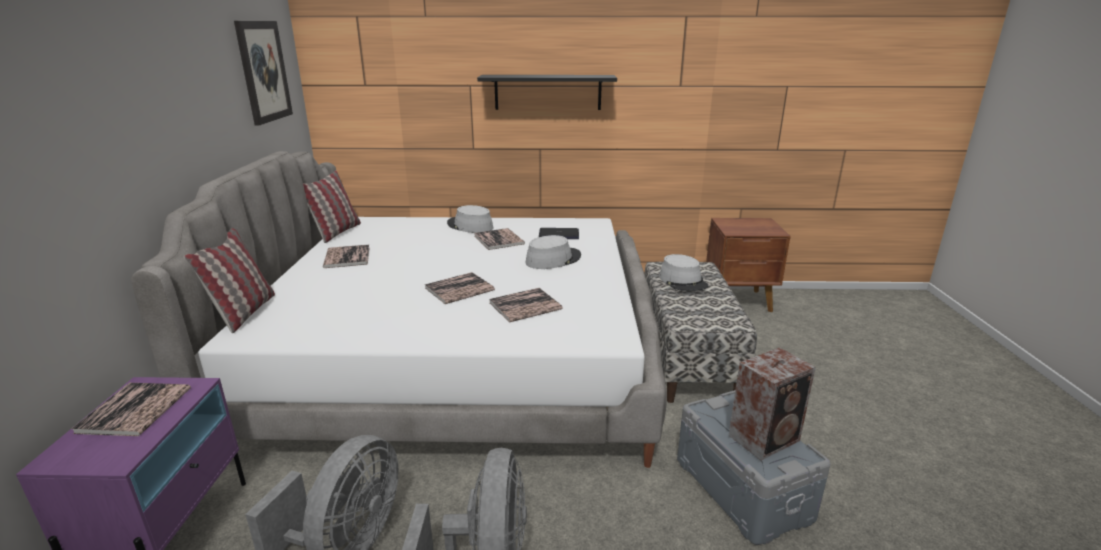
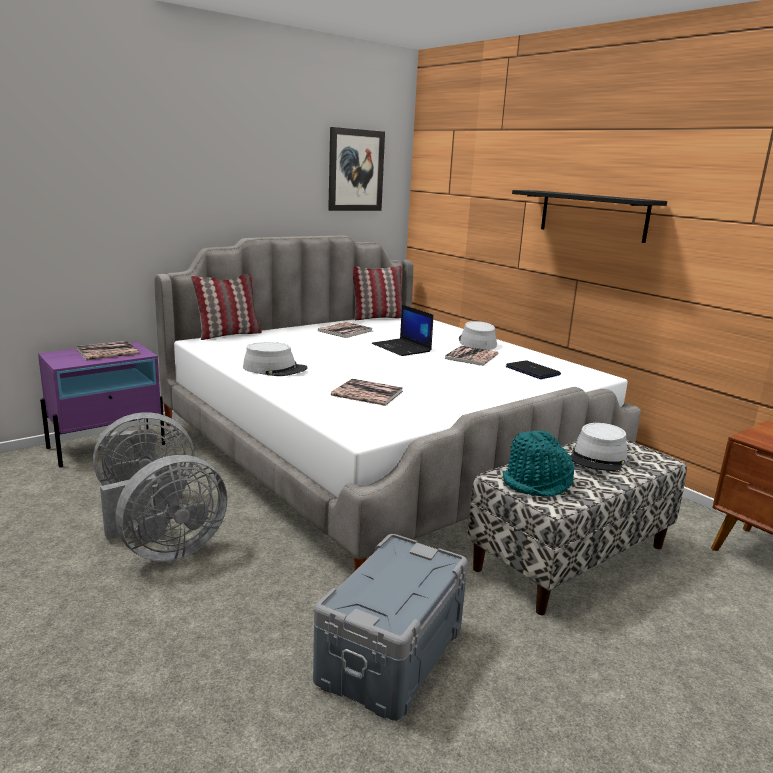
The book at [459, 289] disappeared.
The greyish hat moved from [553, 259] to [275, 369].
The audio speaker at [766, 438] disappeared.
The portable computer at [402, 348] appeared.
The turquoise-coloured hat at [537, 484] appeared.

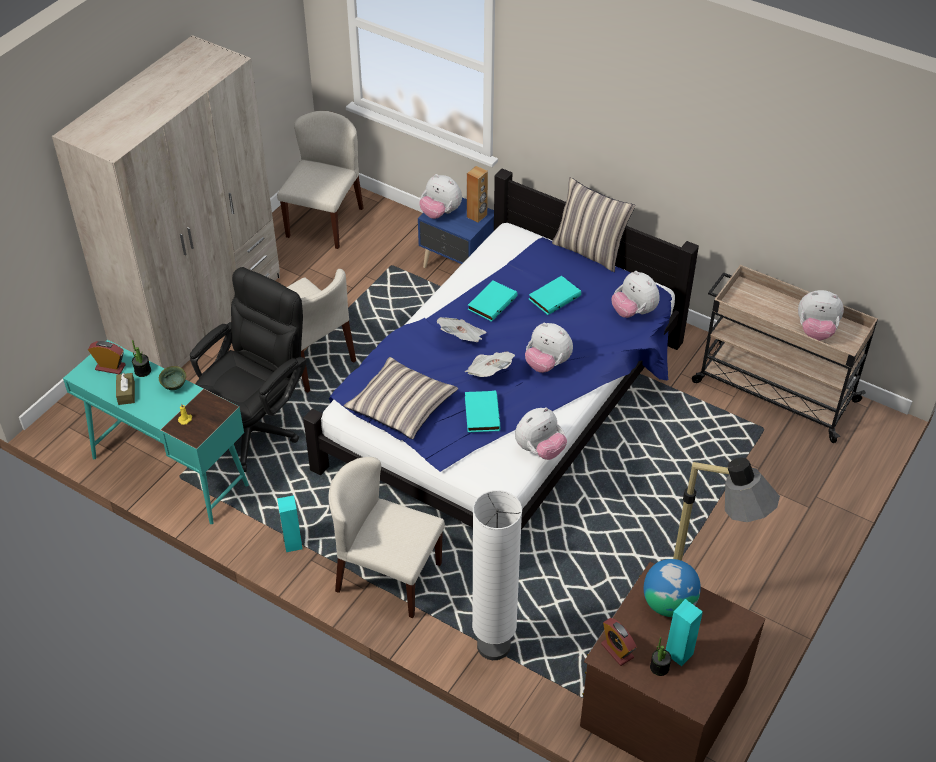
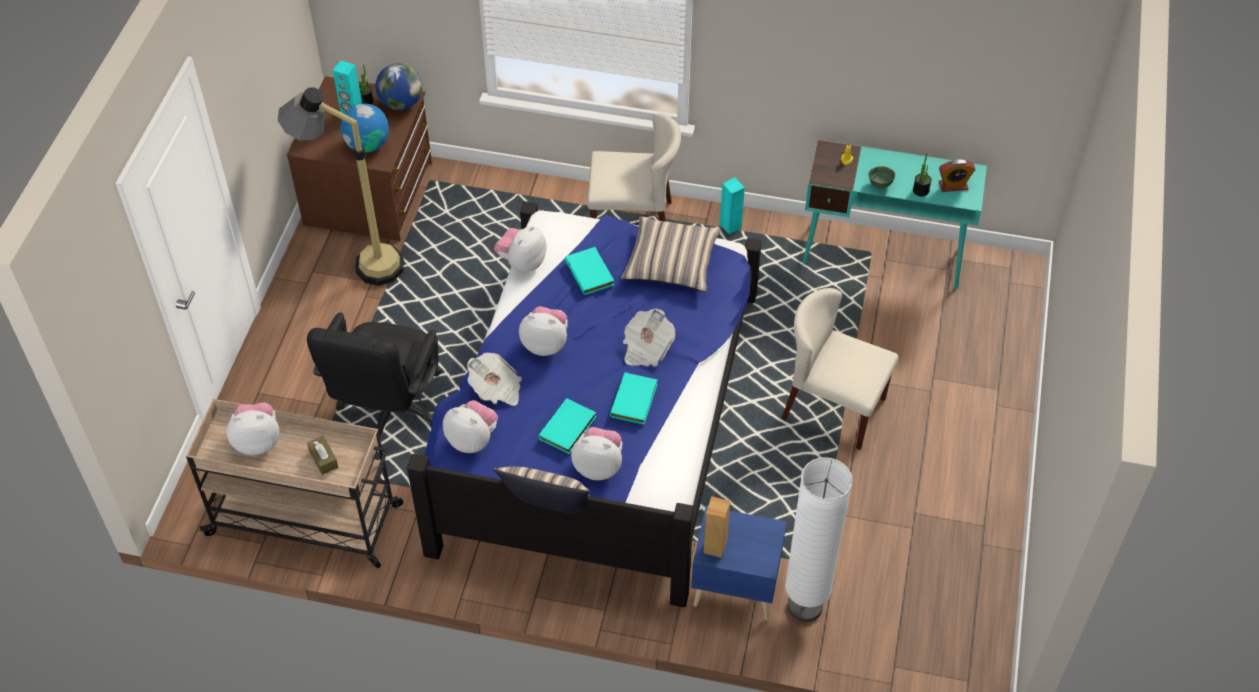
The beige-coloured armoire at [199, 316] disappeared.
The brownish tissue box moved from [126, 393] to [323, 459].
The blackish desk chair moved from [256, 424] to [389, 413].
The beige-coloured chair at [324, 222] disappeared.
The soft toy moved from [440, 213] to [598, 466].
The newspaper moved from [489, 372] to [496, 389].
The white floor lamp moved from [494, 646] to [804, 606].
The bedside clock at [617, 650] was replaced by the desk globe at [401, 103].

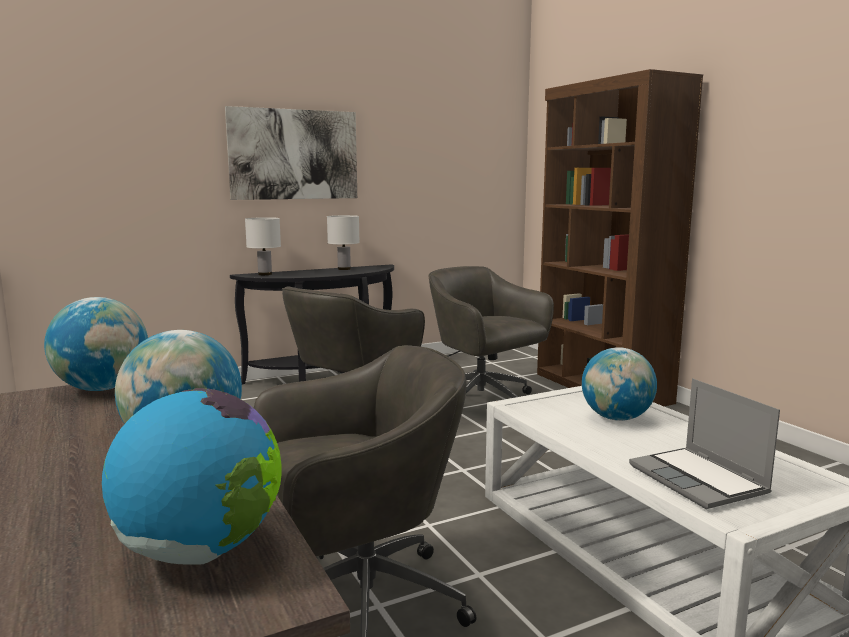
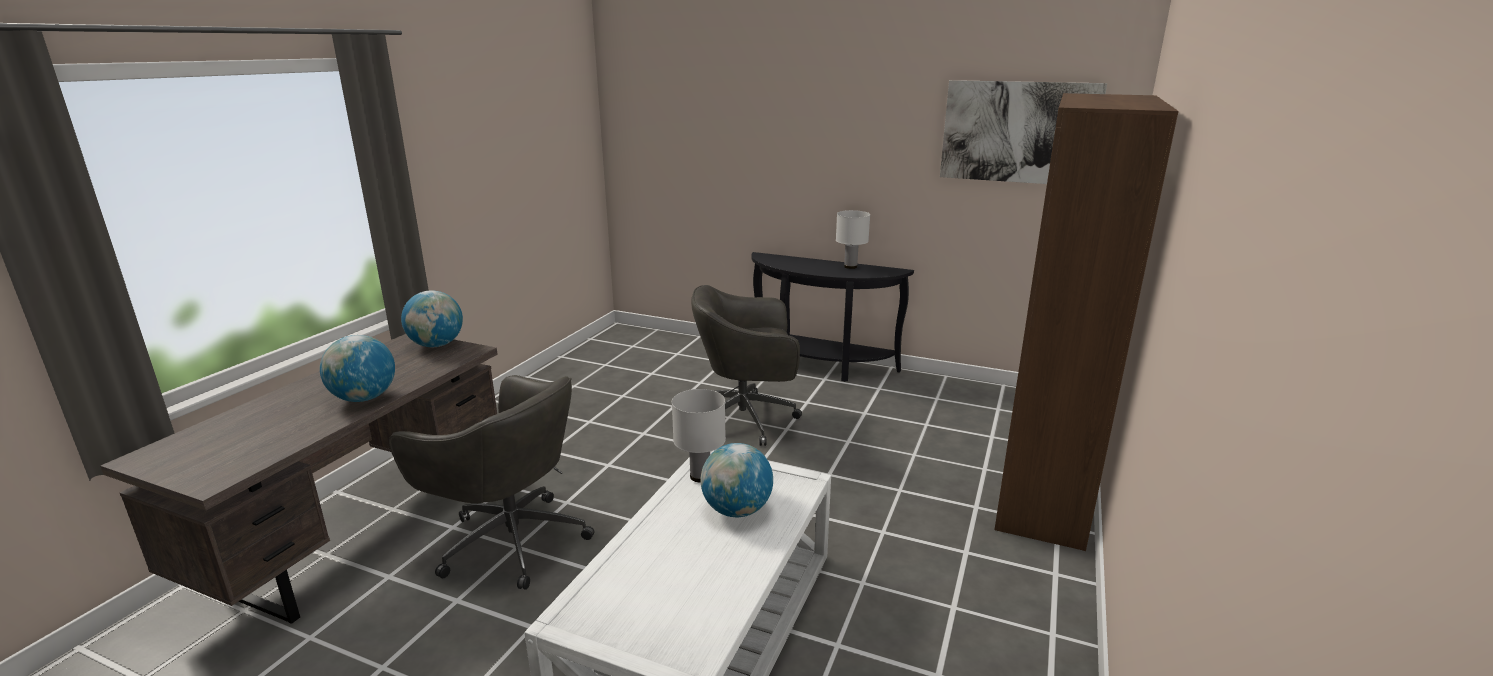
The desk globe at [201, 551] disappeared.
The wall art moved from [294, 154] to [1018, 132].
The white lamp for a table moved from [264, 274] to [700, 476].
The greyish desk chair at [483, 401] disappeared.
The portable computer at [699, 480] disappeared.

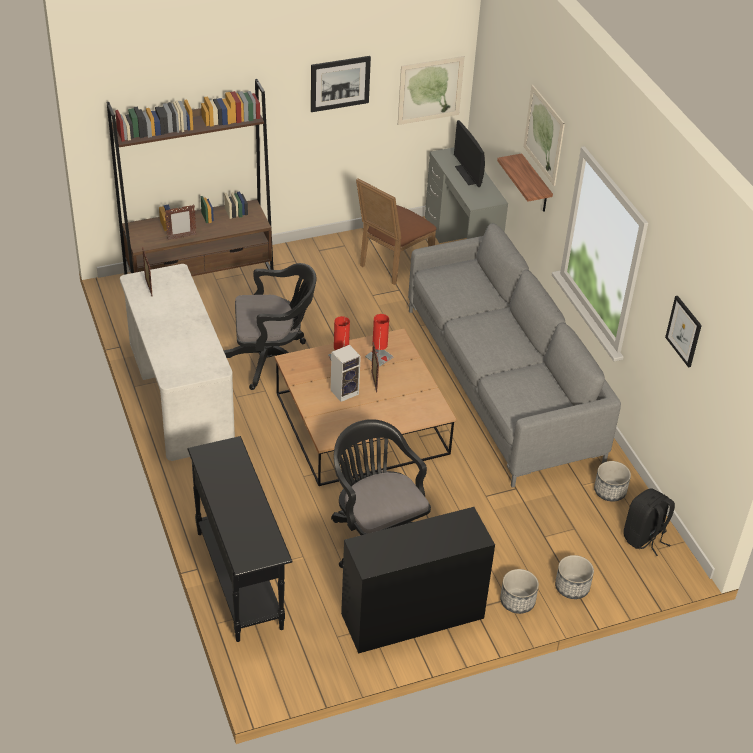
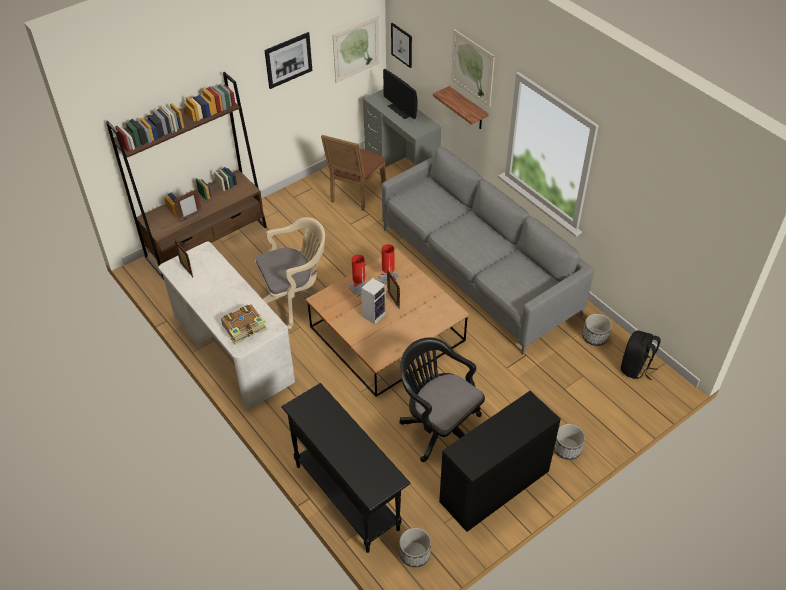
The blackish desk chair at [272, 360] became the beige-coloured desk chair at [295, 299].
The flower pot moved from [572, 587] to [414, 554].
The wall art moved from [684, 331] to [402, 45].
The book at [245, 328] appeared.

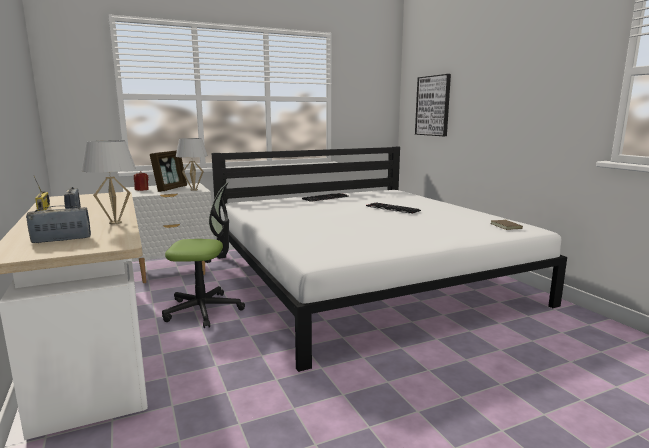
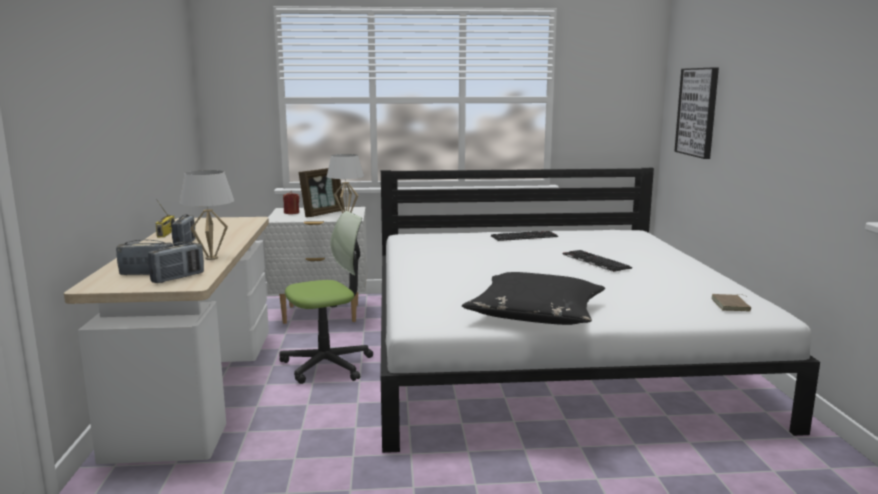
The desk chair at [204, 310] turned 45 degrees counterclockwise.
The radio receiver at [178, 278] appeared.
The blackish cushion at [536, 314] appeared.

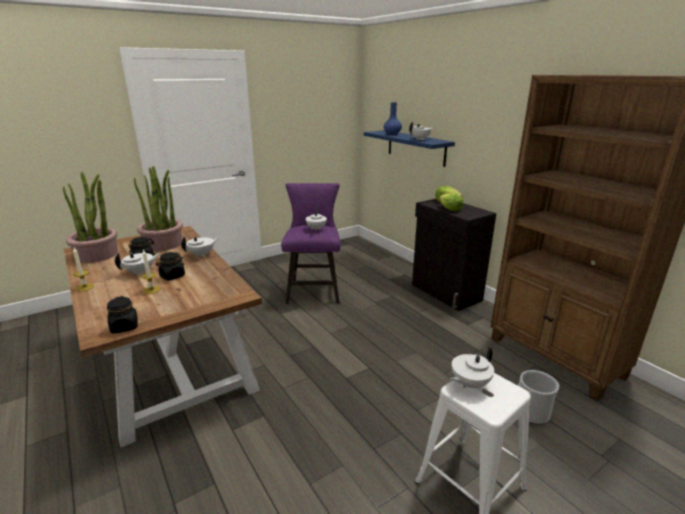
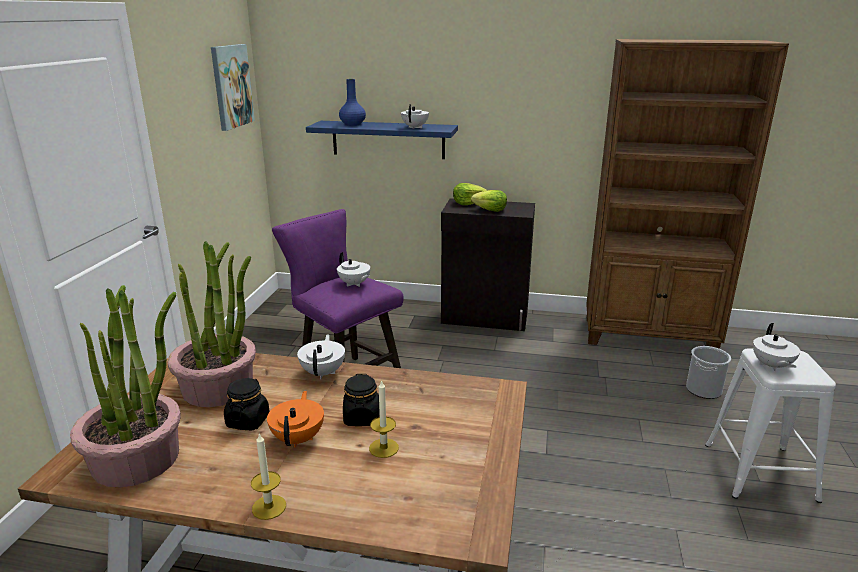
The blackish storage jar at [124, 327] disappeared.
The white pot for tea at [141, 272] became the orange-coloured pot for tea at [298, 438].
The wall art at [231, 86] appeared.

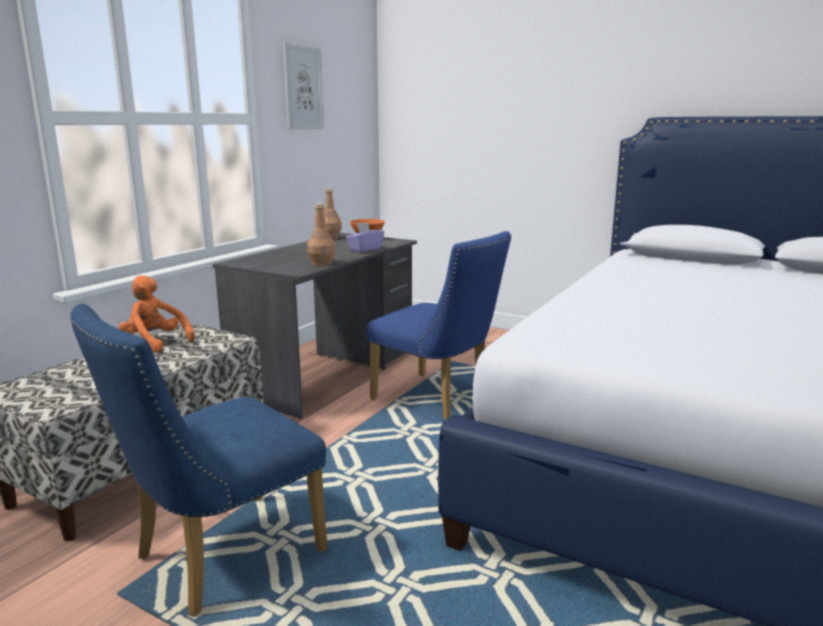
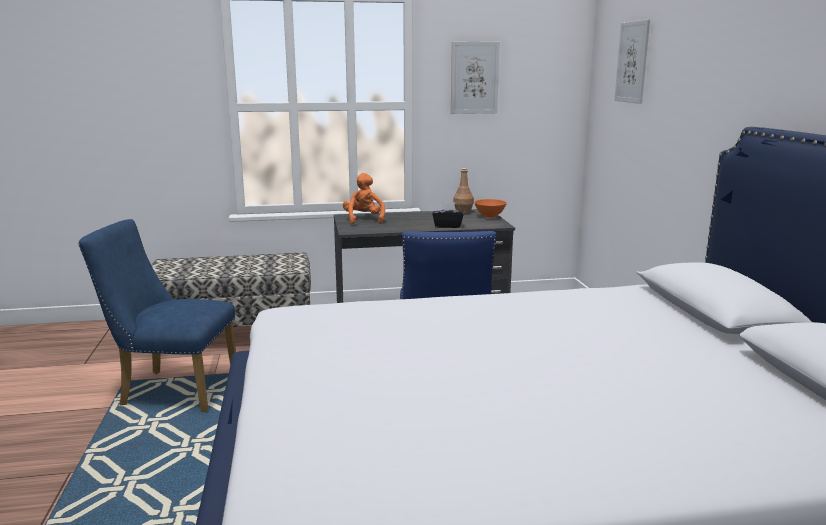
The orange-coloured soft toy moved from [155, 343] to [364, 220].
The brownish drink bottle at [321, 263] disappeared.
The purplish tissue box at [365, 249] became the blackish tissue box at [447, 226].
The wall art at [632, 62] appeared.

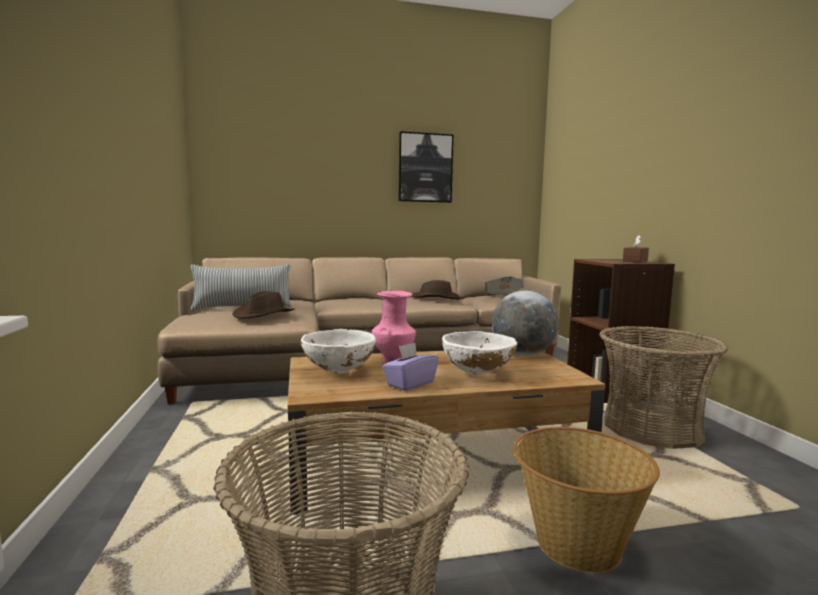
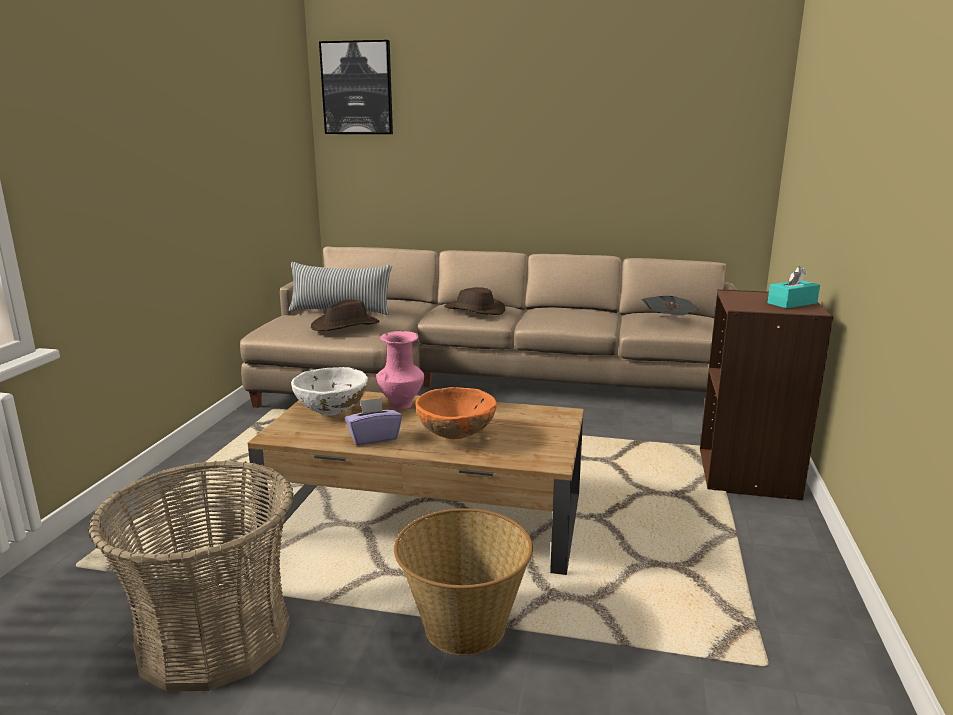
The wall art moved from [425, 168] to [357, 88].
The brownish hat moved from [435, 298] to [474, 310].
The white serving bowl at [477, 374] became the orange-coloured serving bowl at [456, 437].
The desk globe at [522, 354] disappeared.
The basket at [651, 429] disappeared.
The brownish tissue box at [635, 261] became the turquoise-coloured tissue box at [792, 303].

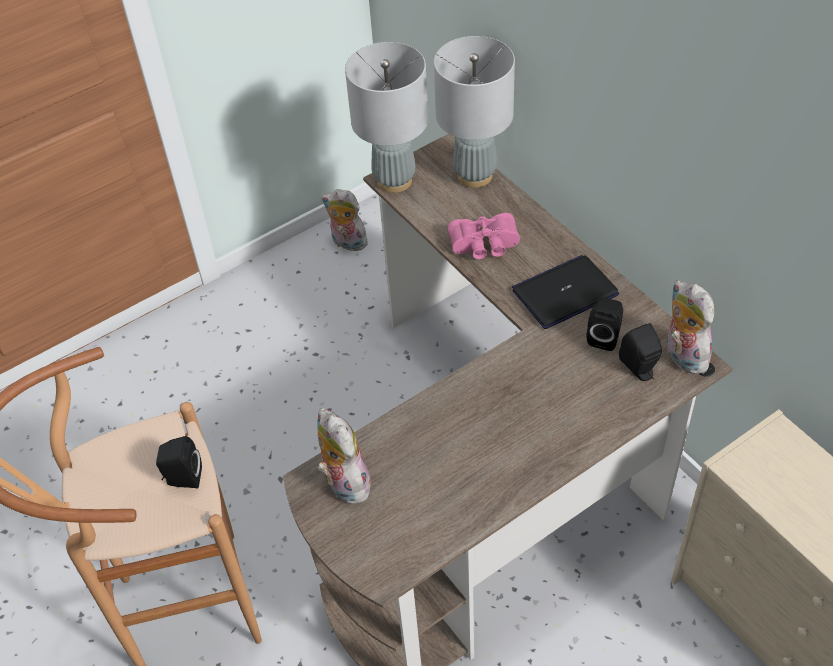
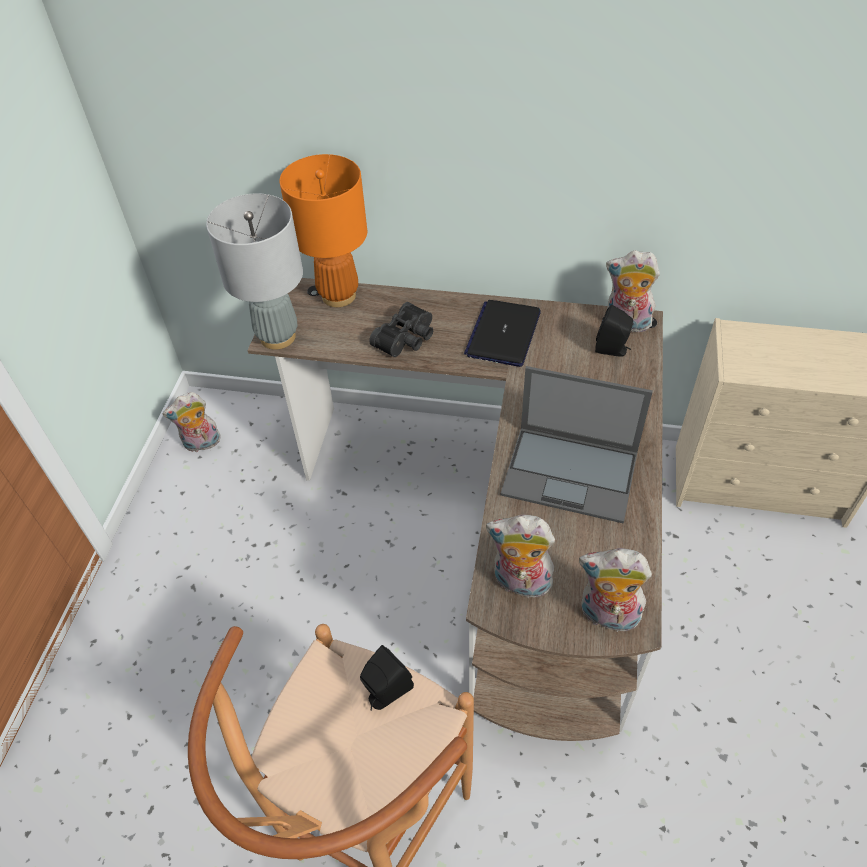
The greyish lamp for a table at [475, 175] became the orange-coloured lamp for a table at [339, 295].
The pink binoculars at [485, 246] became the blackish binoculars at [407, 339].
The blackish audio speaker at [604, 337] disappeared.
The portable computer at [572, 473] appeared.
The soft toy at [607, 616] appeared.

